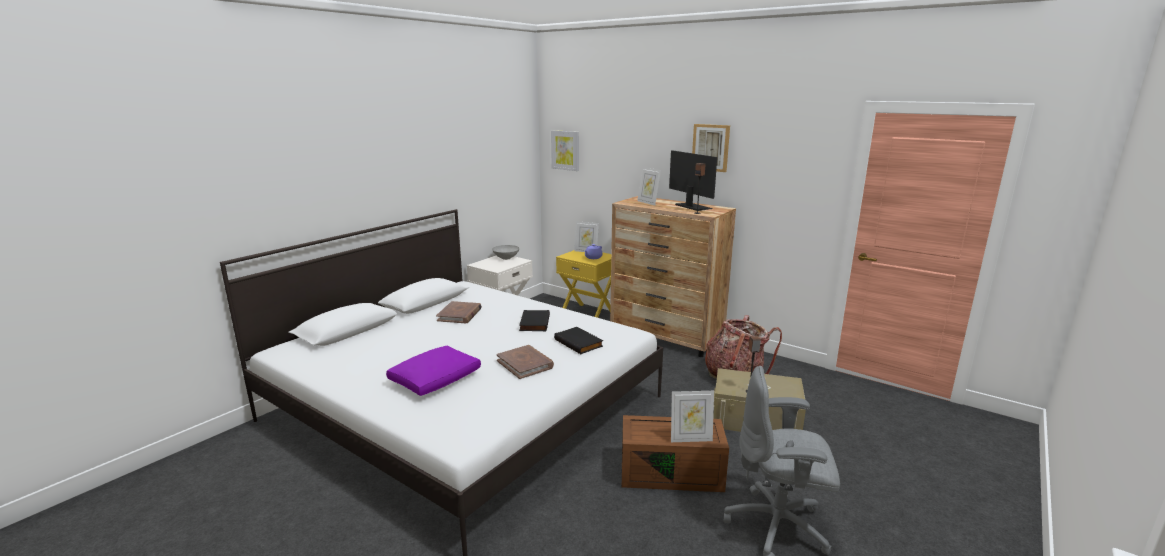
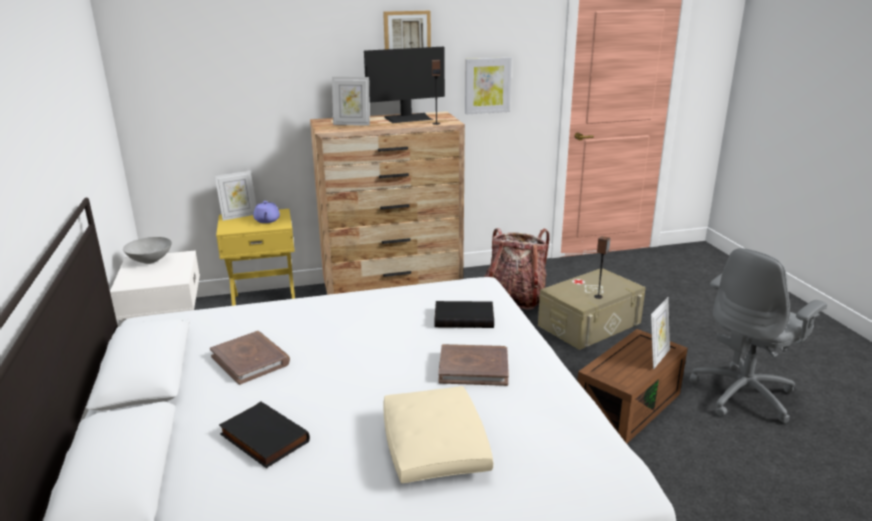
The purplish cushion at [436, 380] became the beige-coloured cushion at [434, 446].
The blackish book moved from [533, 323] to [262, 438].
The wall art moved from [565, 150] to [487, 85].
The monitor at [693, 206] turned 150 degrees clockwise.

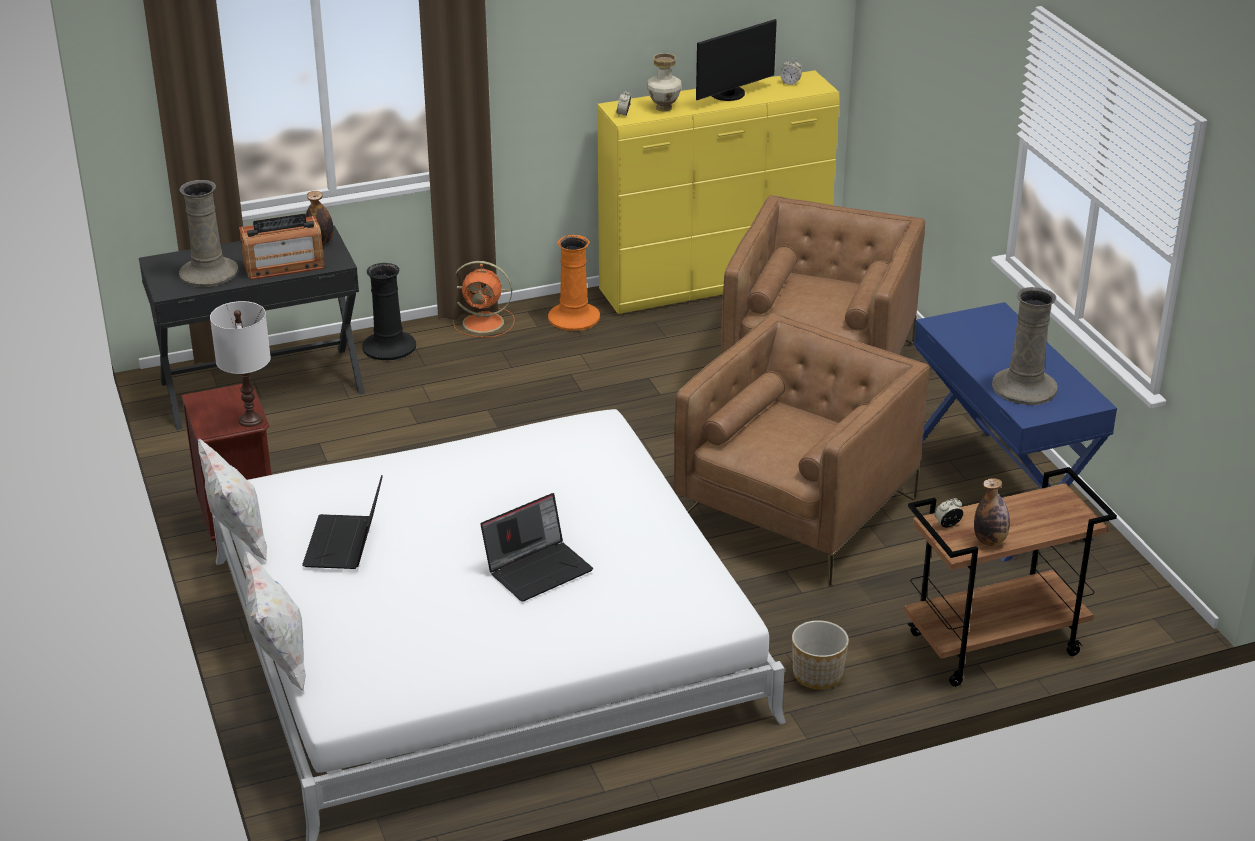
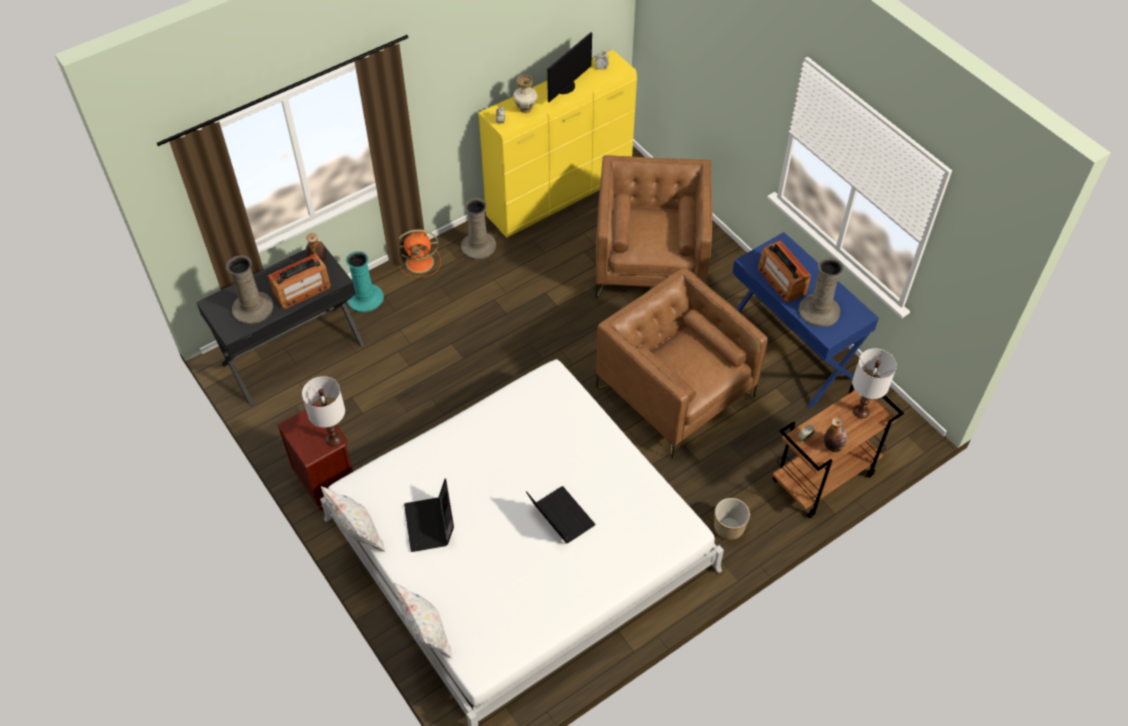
The blackish vase at [389, 347] became the turquoise-coloured vase at [365, 298].
The portable computer at [538, 568] turned 75 degrees counterclockwise.
The orange-coloured vase at [573, 318] became the beige-coloured vase at [478, 246].
The brownish armchair at [796, 511] turned 60 degrees counterclockwise.
The radio receiver at [781, 280] appeared.
The white lamp for a table at [861, 411] appeared.

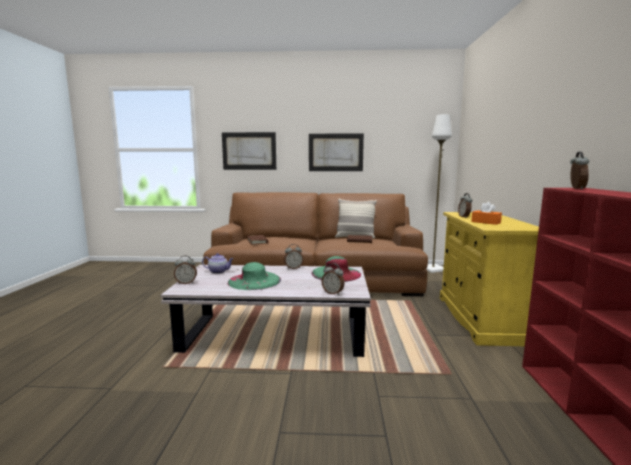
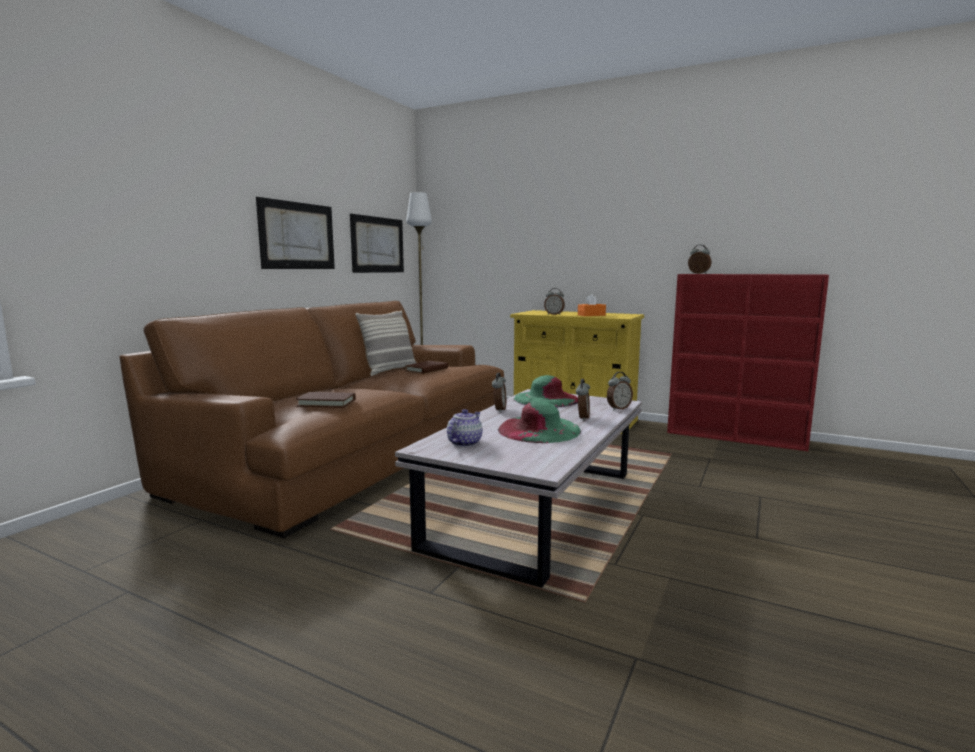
The bedside clock moved from [186, 283] to [582, 418].
The wall art moved from [249, 151] to [378, 245].

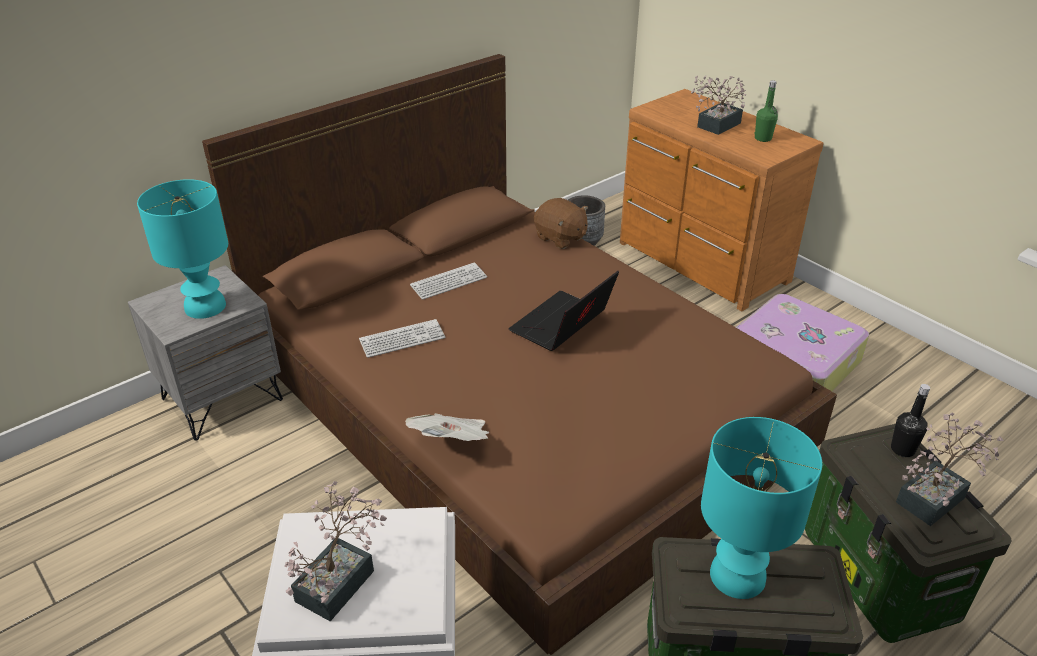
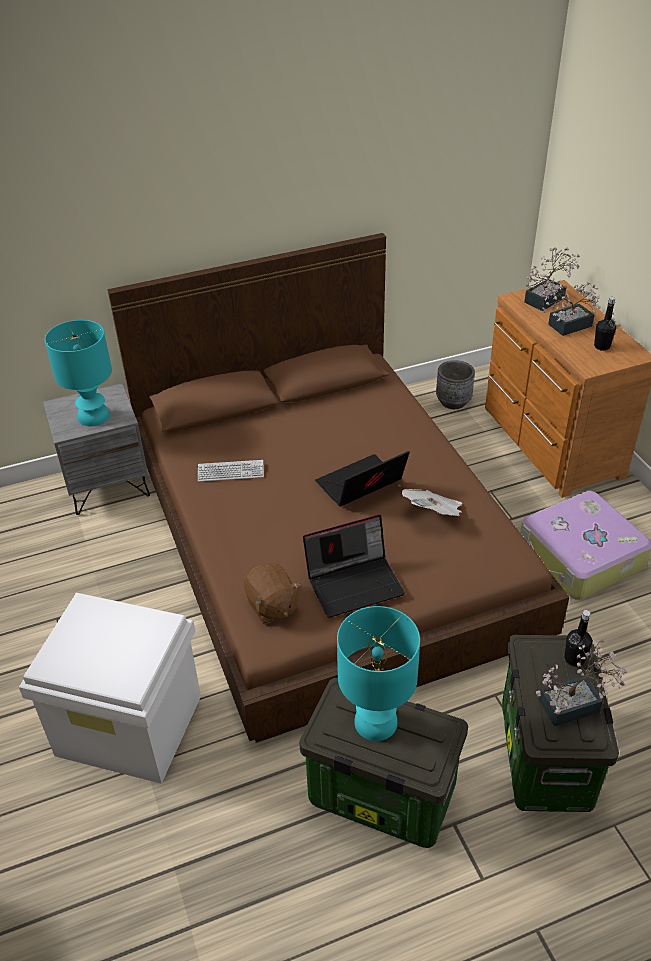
The potted plant moved from [342, 579] to [548, 298].
The newspaper moved from [452, 443] to [434, 514].
The computer keyboard at [449, 282] disappeared.
The brownish soft toy moved from [560, 238] to [272, 606].
The green drink bottle at [763, 138] became the blackish drink bottle at [602, 346].
The portable computer at [355, 582] appeared.

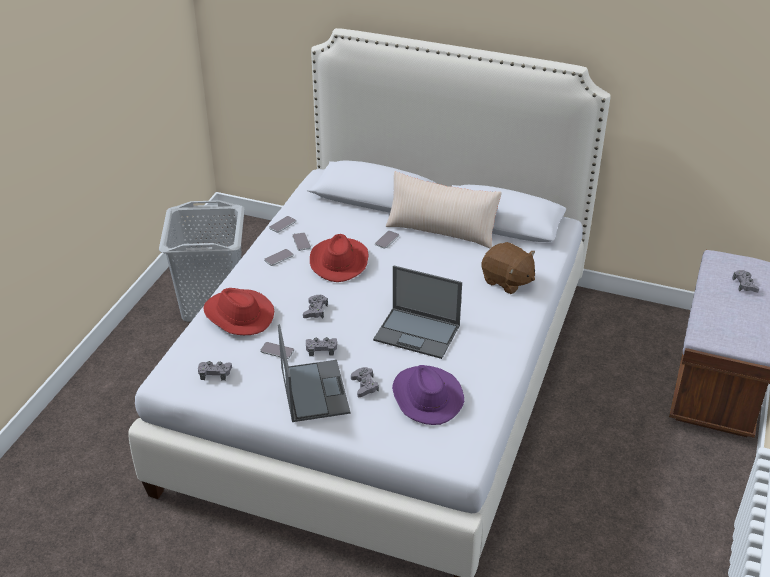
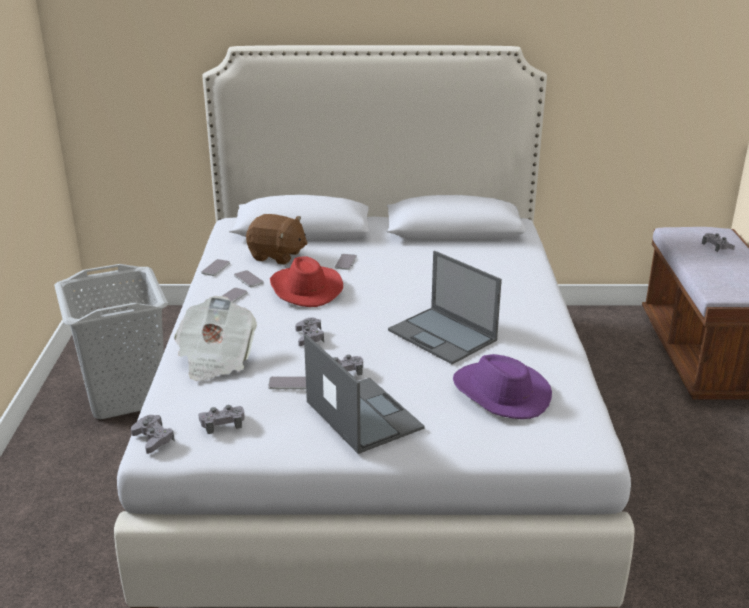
The red-coloured hat at [238, 315] was replaced by the newspaper at [216, 358].
The greyish game controller moved from [364, 385] to [153, 438].
The portable computer at [418, 333] turned 45 degrees clockwise.
The beige-coloured cushion at [441, 230] disappeared.
The brownish soft toy moved from [507, 281] to [277, 256].

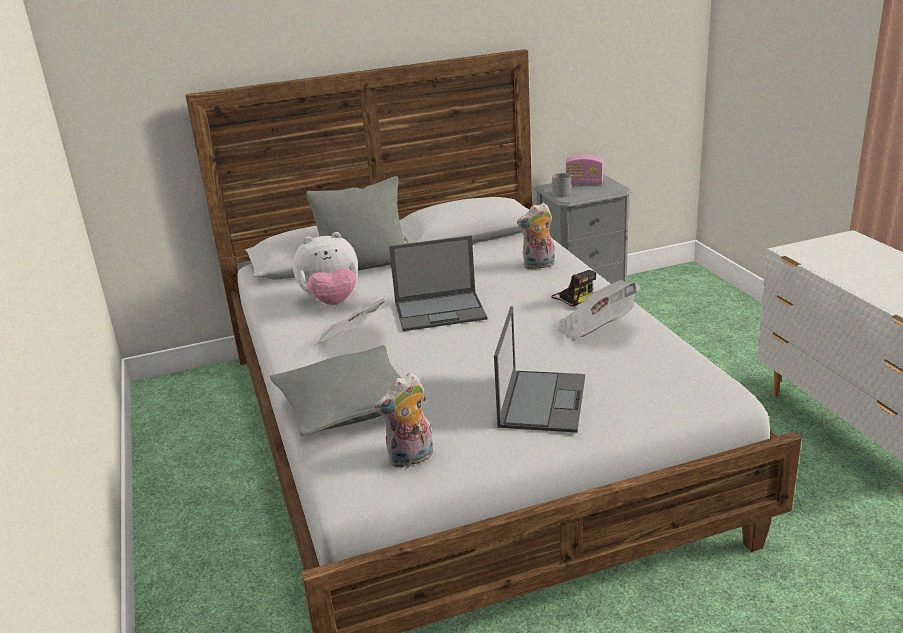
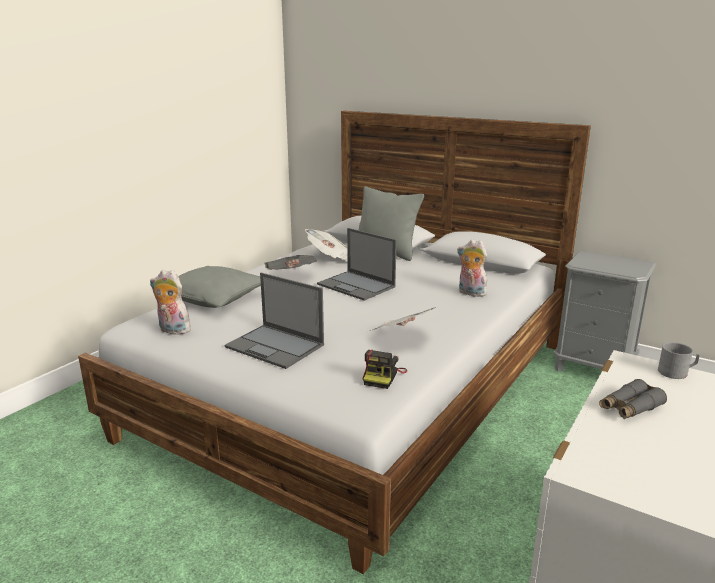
The soft toy at [331, 301] was replaced by the newspaper at [331, 258].
The portable computer at [542, 400] turned 60 degrees clockwise.
The greyish tea mug moved from [563, 192] to [676, 372].
The still camera moved from [575, 298] to [383, 376].
The radio receiver at [584, 183] disappeared.
The greyish binoculars at [630, 408] appeared.

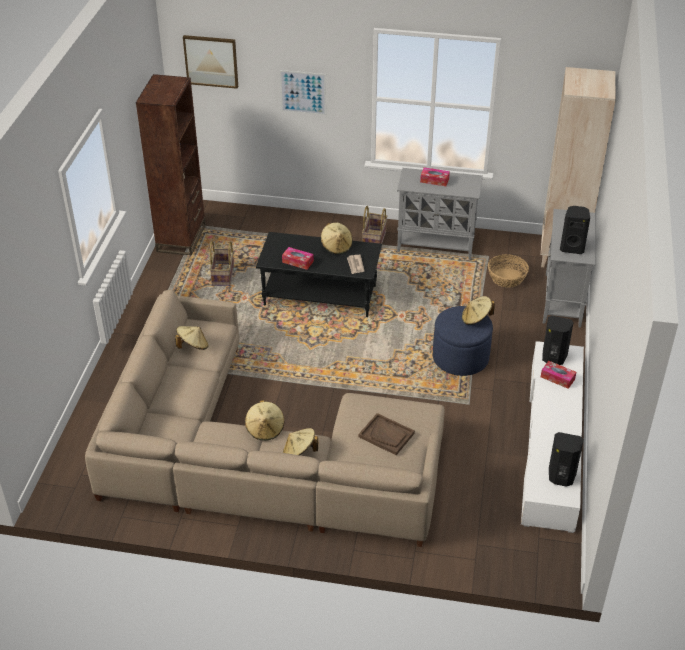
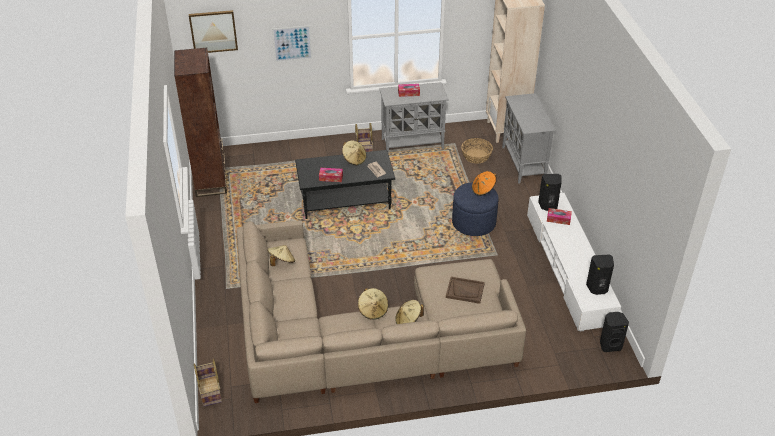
The basket moved from [223, 275] to [210, 391].
The beige-coloured hat at [476, 319] became the orange-coloured hat at [483, 190].
The blackish audio speaker moved from [572, 248] to [610, 345].

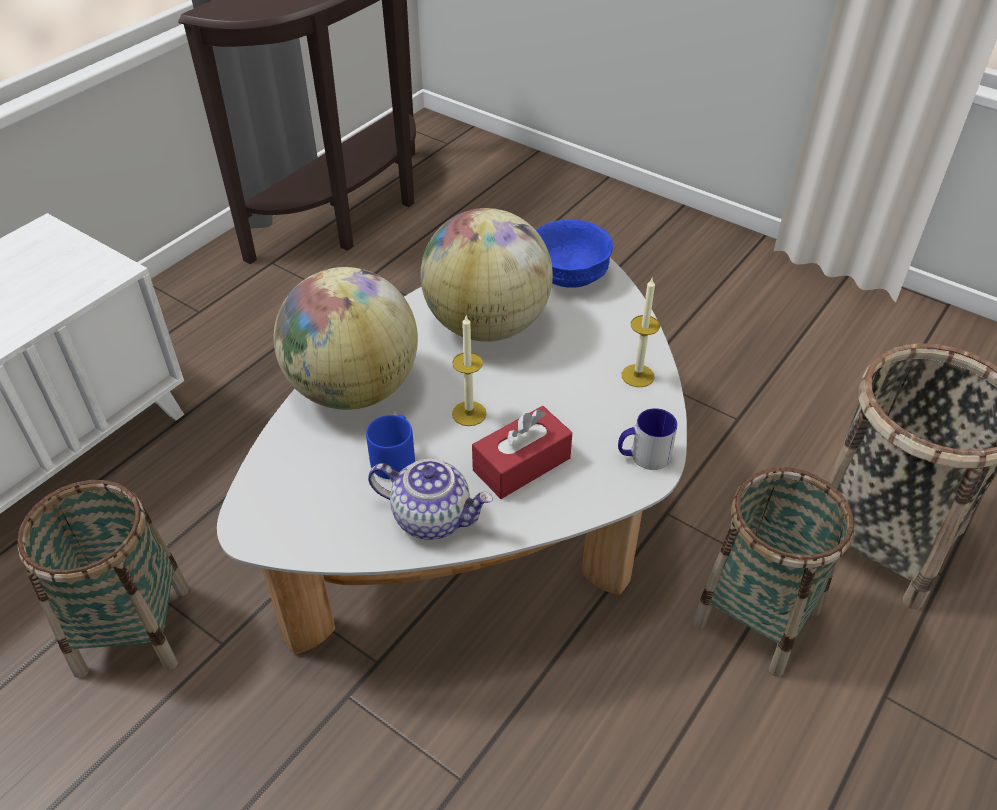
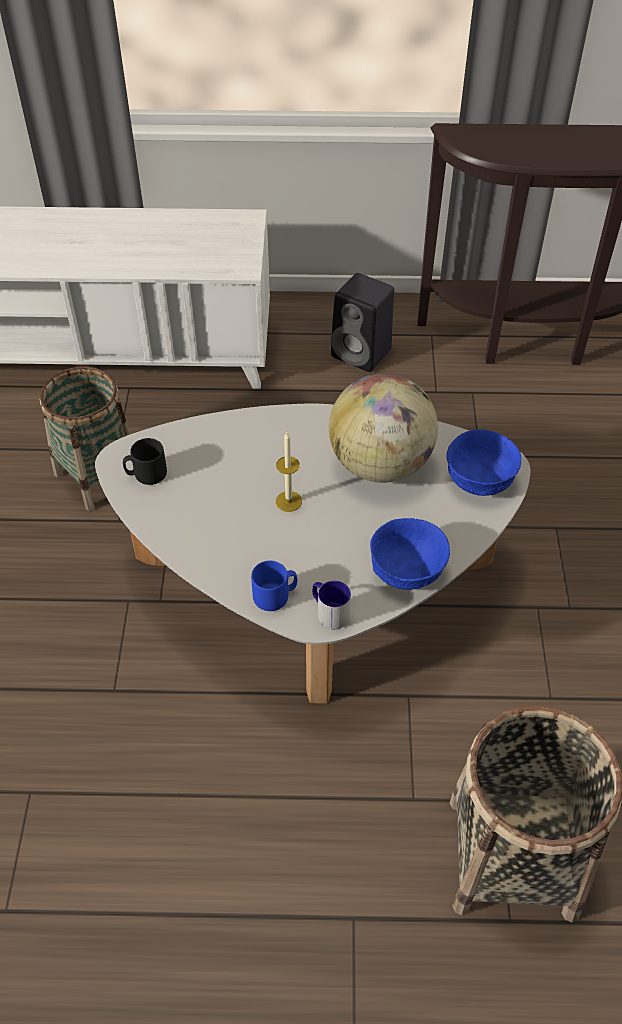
The desk globe at [353, 389] disappeared.
The bluish tea mug moved from [395, 459] to [275, 596].
The pot for tea at [433, 517] disappeared.
The red-coloured tissue box at [521, 464] disappeared.
The candle at [637, 375] was replaced by the bluish serving bowl at [406, 571].
The basket at [755, 617] disappeared.
The blackish tea mug at [146, 474] appeared.
The blackish audio speaker at [363, 353] appeared.

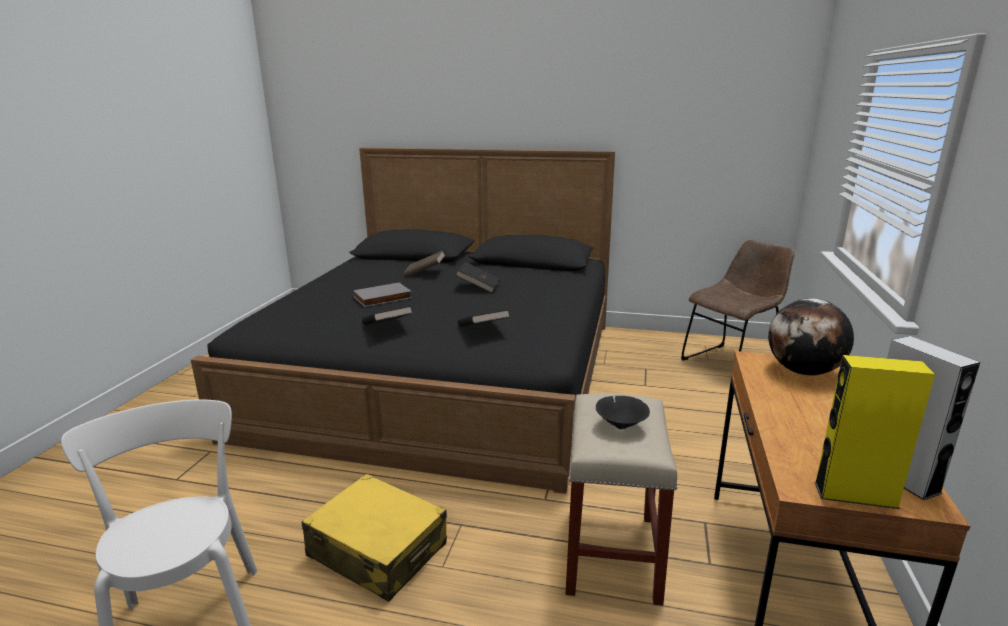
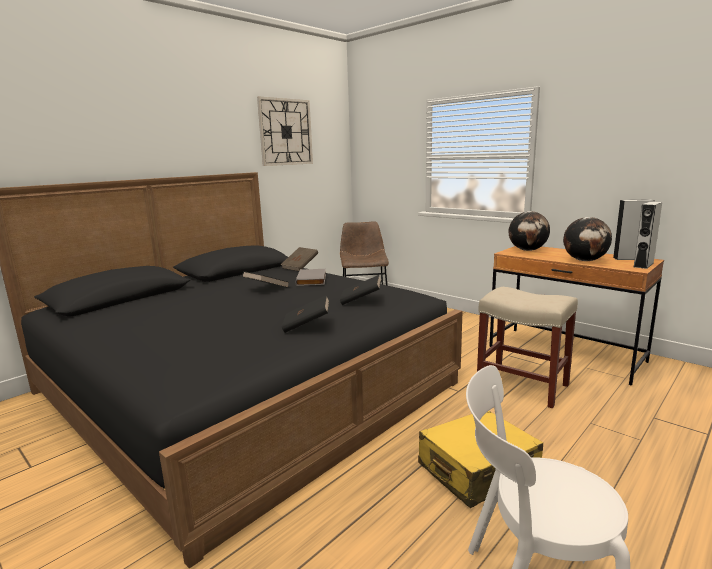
The greyish book moved from [383, 298] to [312, 280].
The brownish book moved from [425, 273] to [300, 267].
The blackish serving bowl at [620, 425] disappeared.
The yellow-coloured audio speaker at [855, 495] became the greyish audio speaker at [643, 265].
The hanging clock at [285, 132] appeared.
The desk globe at [585, 260] appeared.

